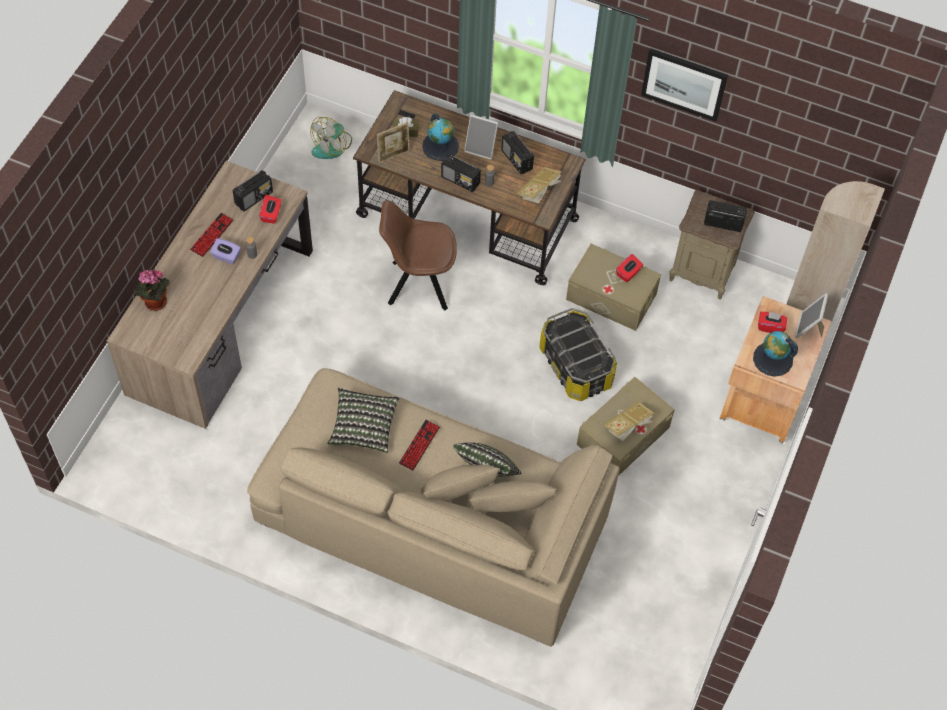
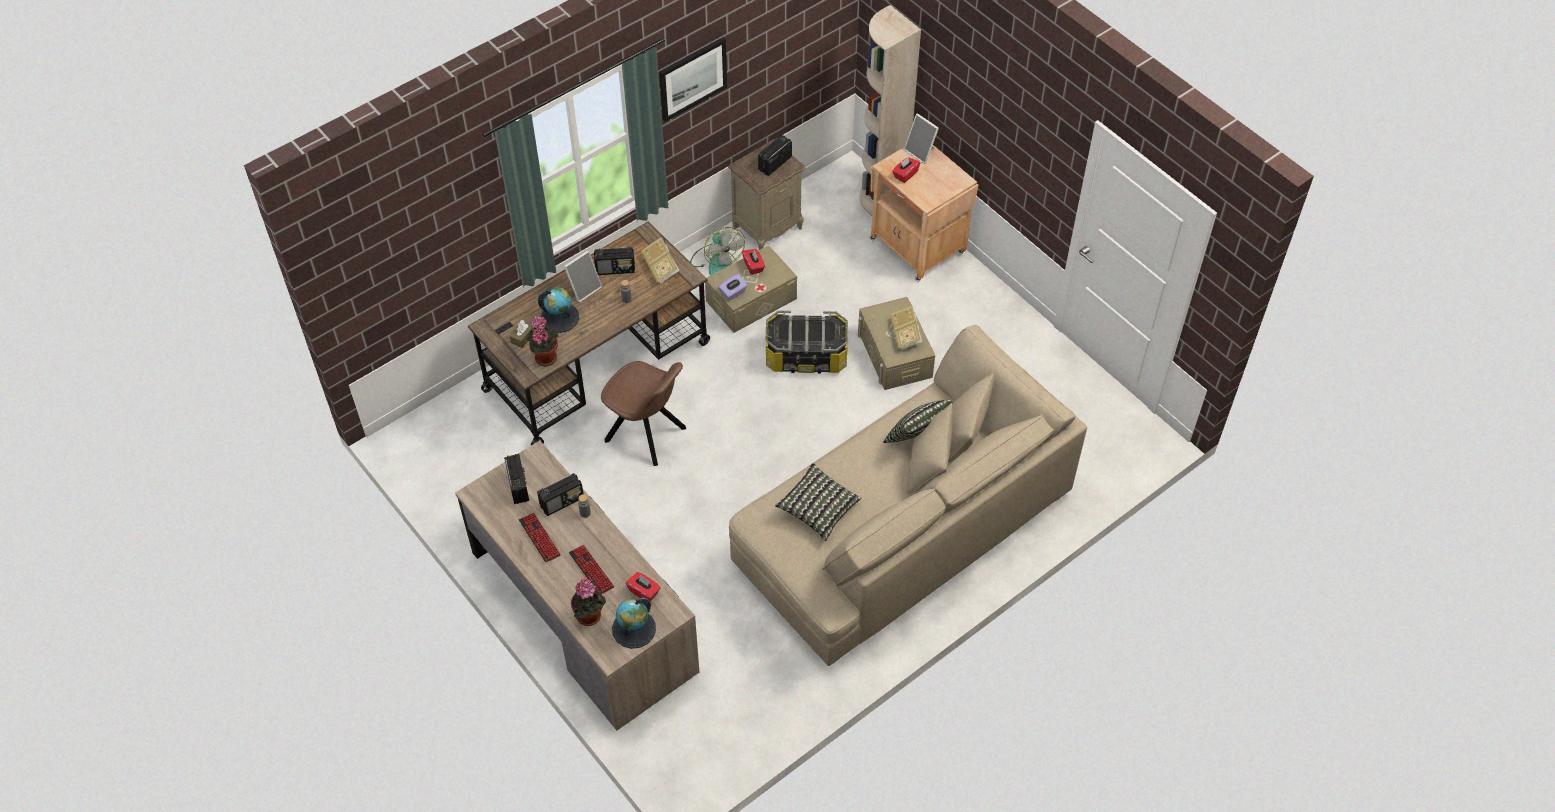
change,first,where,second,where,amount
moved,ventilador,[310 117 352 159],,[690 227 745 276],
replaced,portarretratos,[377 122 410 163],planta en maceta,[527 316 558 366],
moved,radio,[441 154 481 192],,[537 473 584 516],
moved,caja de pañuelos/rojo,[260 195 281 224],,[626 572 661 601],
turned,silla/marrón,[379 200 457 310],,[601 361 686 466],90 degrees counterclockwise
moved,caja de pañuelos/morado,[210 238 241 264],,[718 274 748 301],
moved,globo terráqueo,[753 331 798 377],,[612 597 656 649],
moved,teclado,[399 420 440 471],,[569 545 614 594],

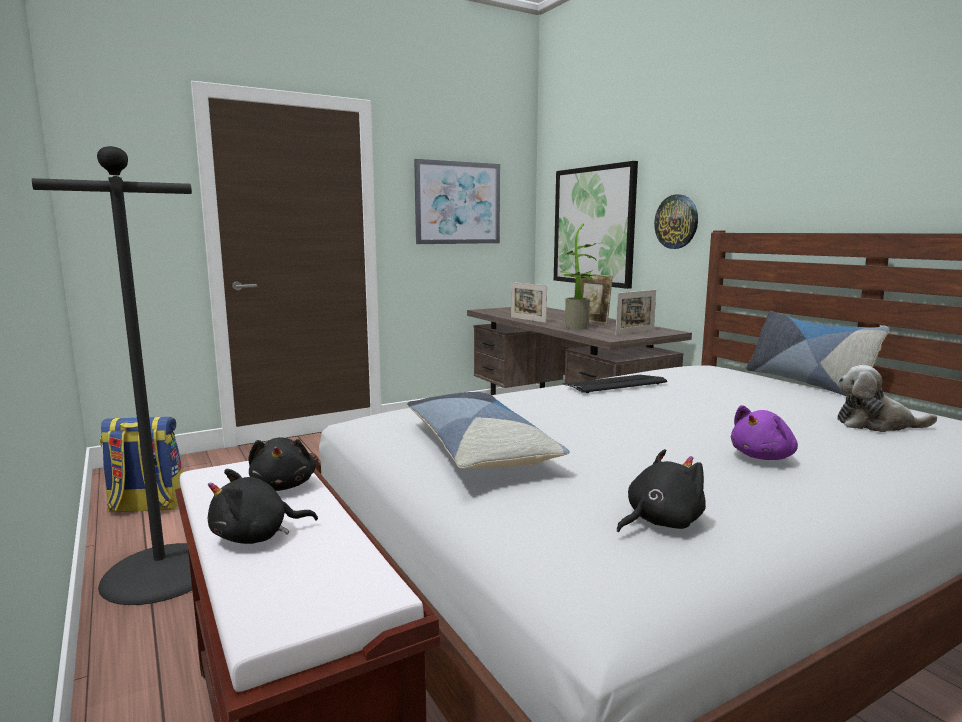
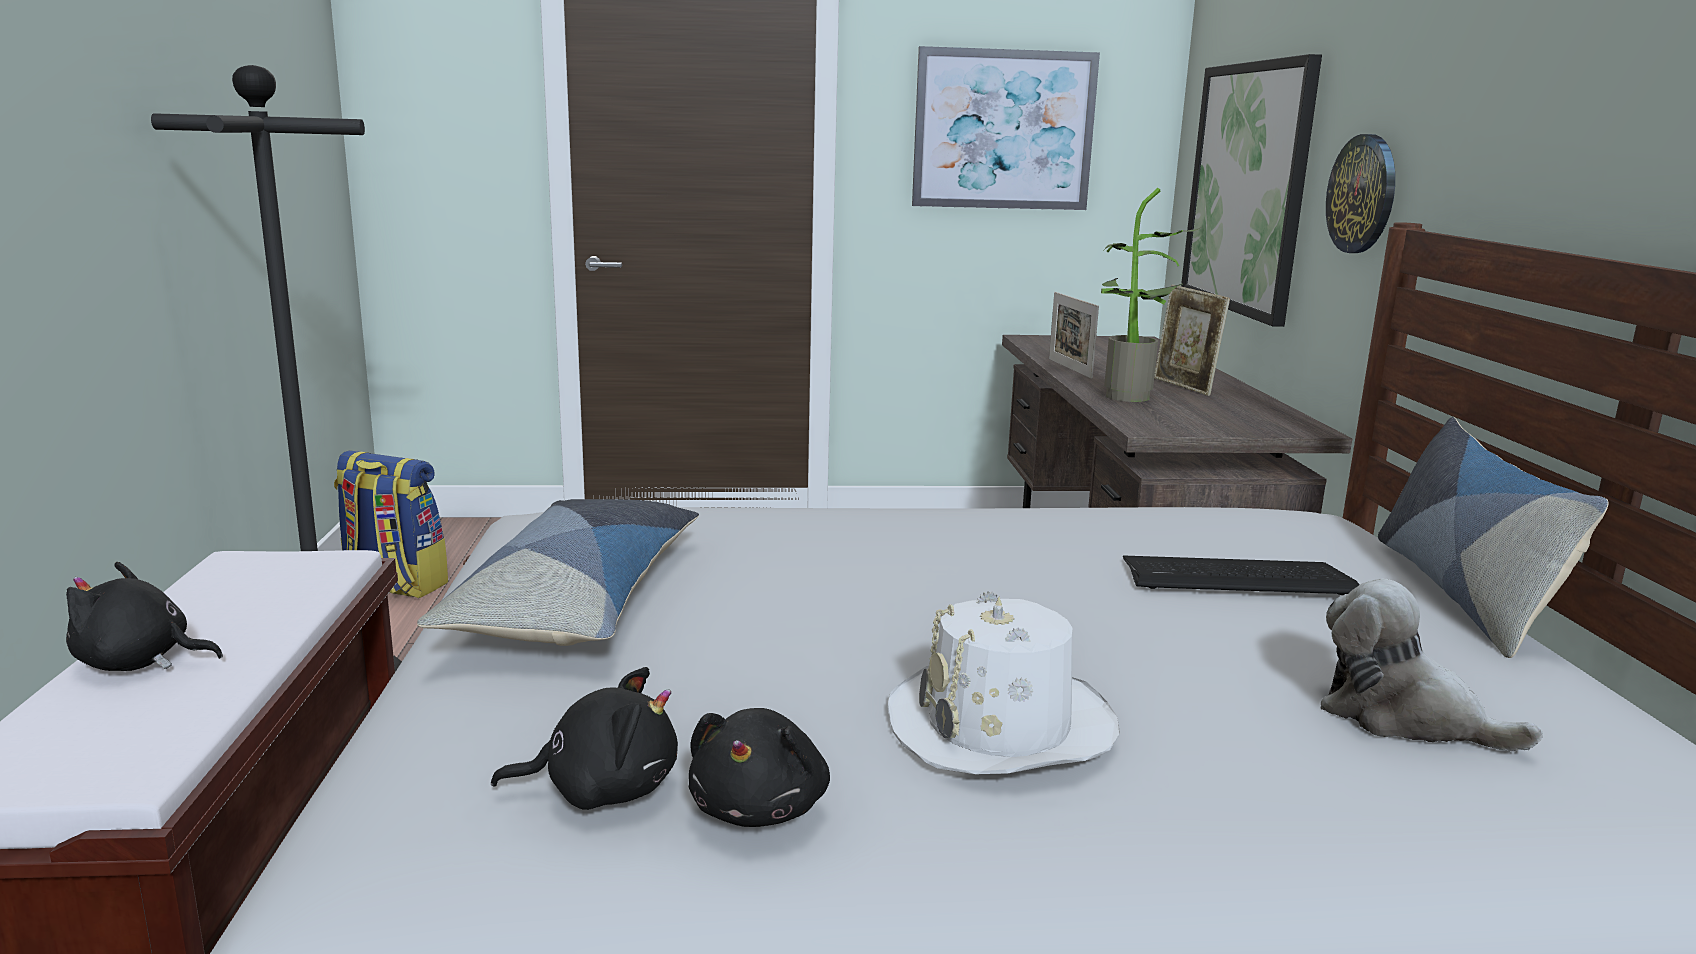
change,first,where,second,where,amount
removed,portarretratos,[615 290 656 335],,,
moved,teclado,[562 375 667 393],,[1123 556 1360 595],
replaced,peluche/morado,[731 405 798 460],sombrero/blanco,[888 591 1120 775],
moved,peluche/negro,[249 437 316 491],,[688 708 830 827],

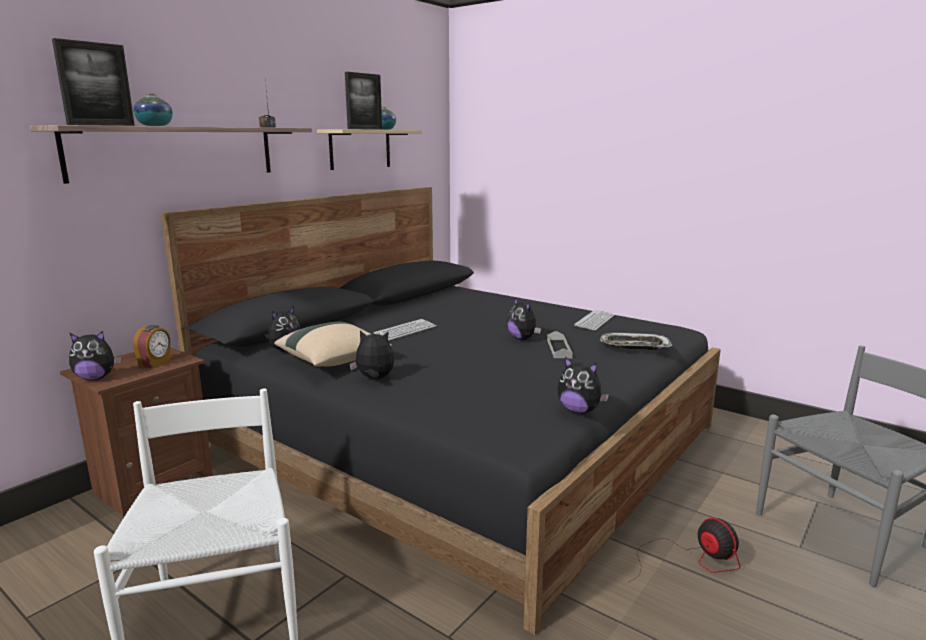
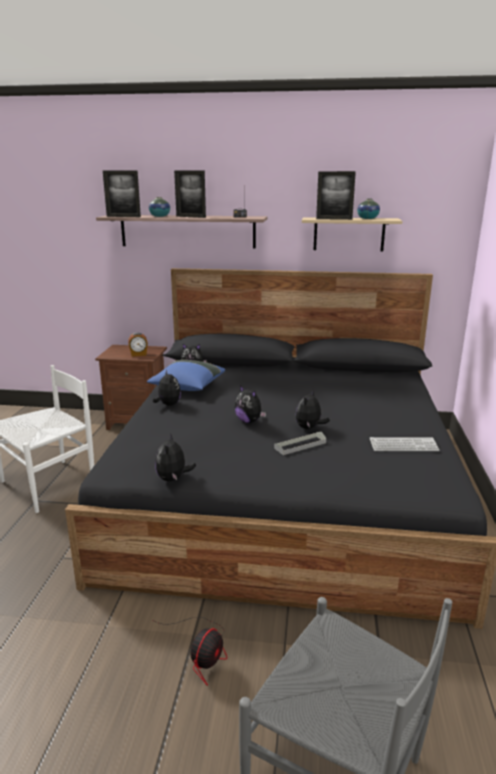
change,first,where,second,where,amount
removed,teclado,[374 319 436 341],,,
recoloured,cojín/beis,[274 322 392 367],cojín/azul,[147 360 225 391],
moved,peluche,[69 331 121 380],,[235 385 266 423],
removed,bandeja,[600 332 672 350],,,
added,,,portarretratos,[174 171 206 218],

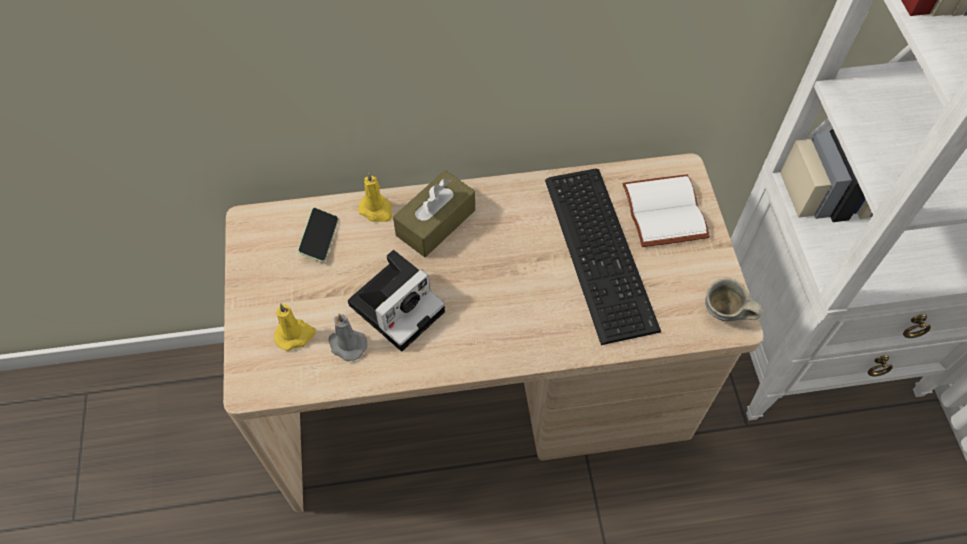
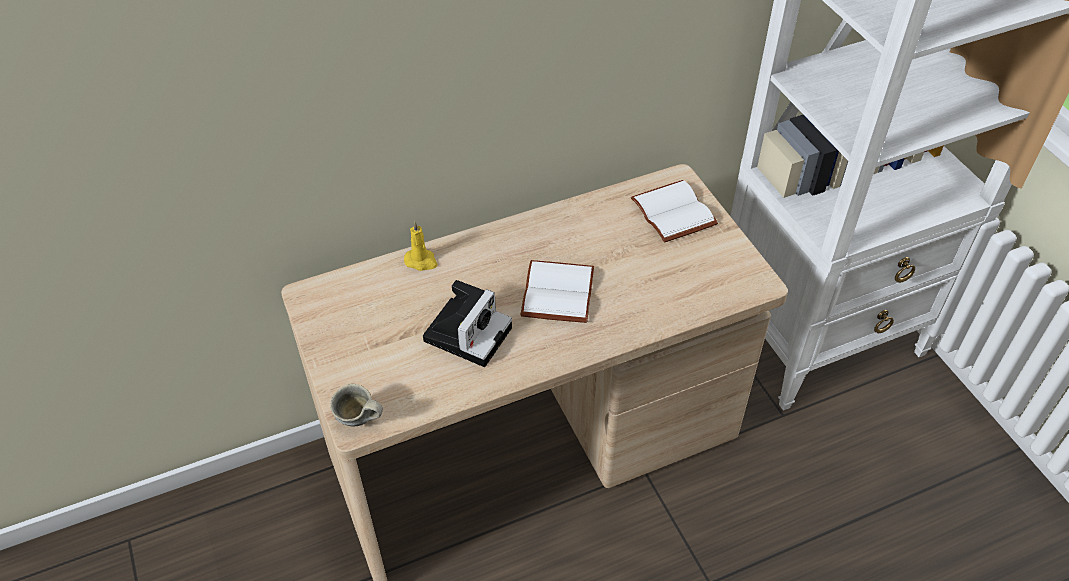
change,first,where,second,where,amount
removed,teclado,[545 168 661 345],,,
removed,caja de pañuelos/marrón,[393 170 475 257],,,
removed,móvil,[297 208 339 262],,,
moved,taza grande/gris,[705 278 763 321],,[330 384 383 427],
removed,vela/amarillo,[274 303 316 351],,,
removed,vela/gris,[329 314 367 362],,,
added,,,libro/blanco,[520 260 594 323],

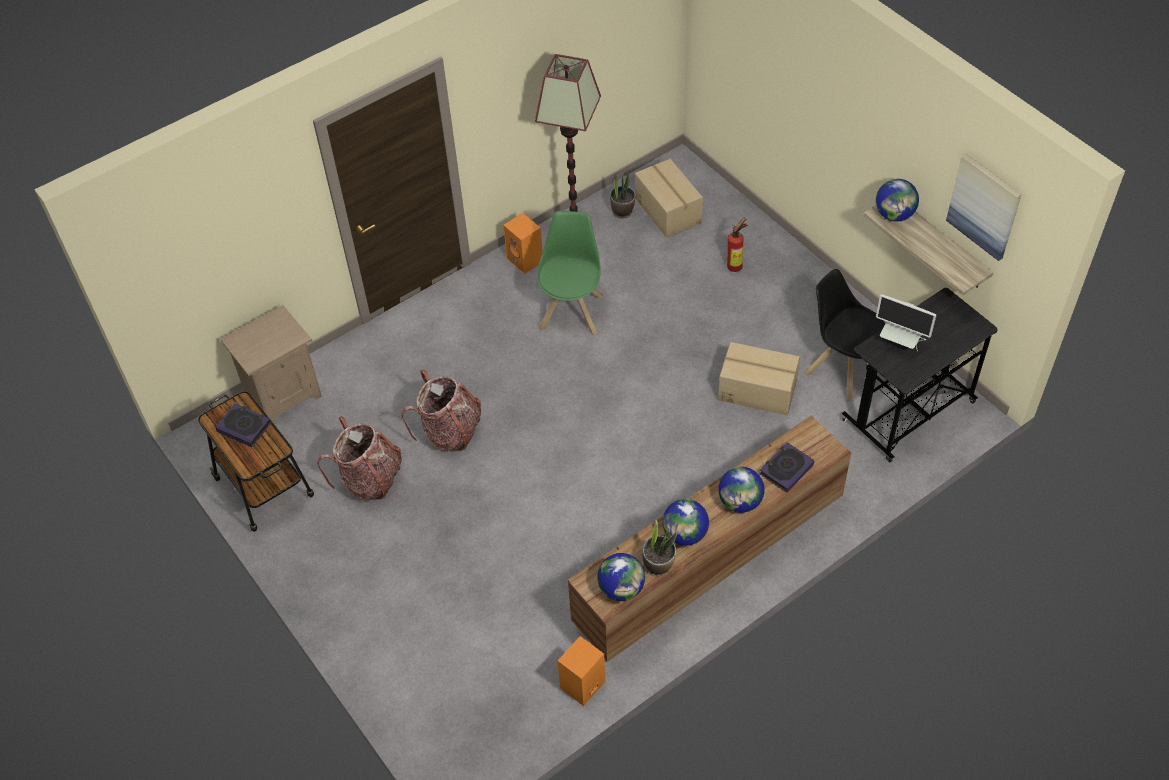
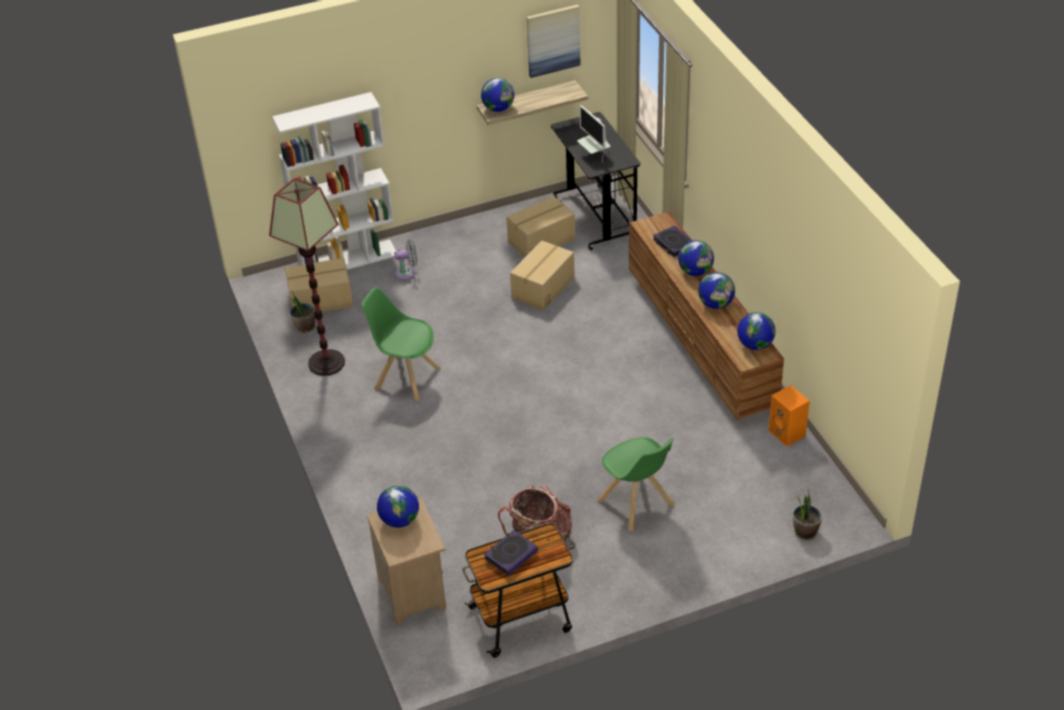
change,first,where,second,where,amount
removed,altavoz/naranja,[503 213 543 274],,,
replaced,extintor,[727 217 748 272],ventilador/gris,[394 239 417 280],
replaced,silla/negro,[805 269 885 401],caja de cartón,[506 196 575 257],
turned,monitor,[876 294 936 351],,[577 105 610 163],105 degrees clockwise
removed,mochila,[402 369 481 451],,,
moved,planta en maceta,[642 520 677 576],,[793 488 822 540],
added,,,estantería/blanco,[272 92 396 270],
added,,,silla/verde,[597 437 674 531],
added,,,globo terráqueo,[377 485 419 528],

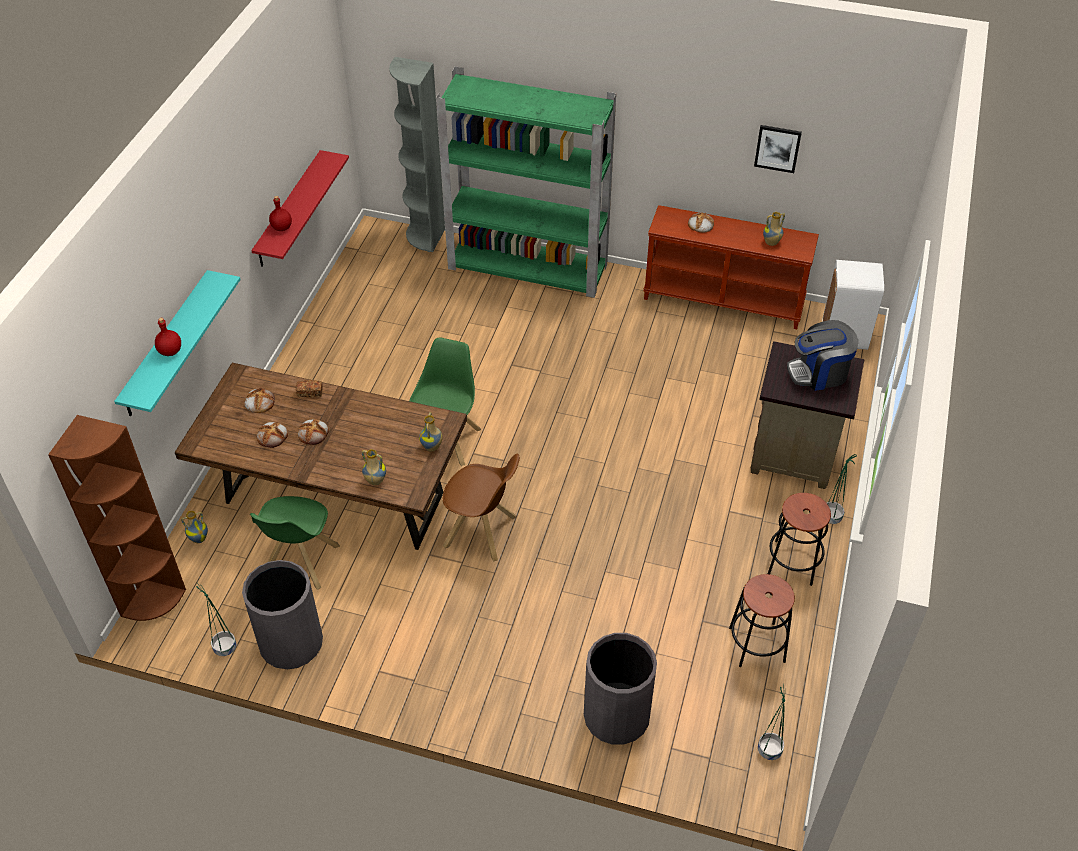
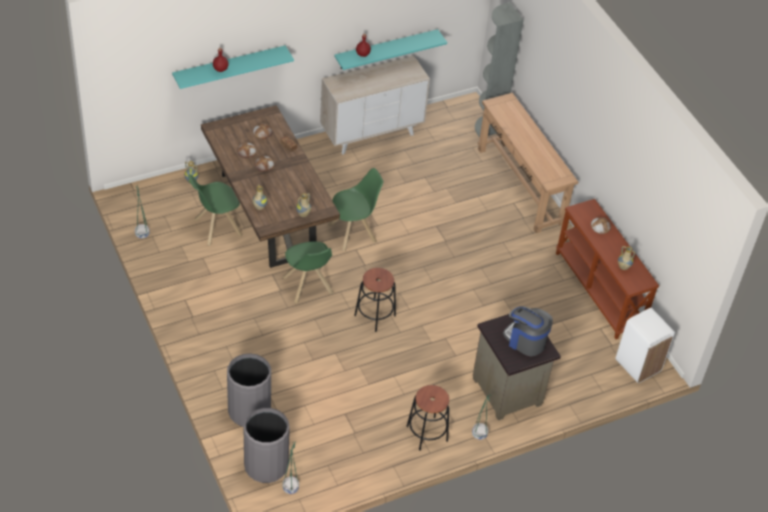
change,first,where,second,where,amount
replaced,estantería/verde,[436 66 616 298],mesa consola/marrón,[478 93 578 233],
removed,cuadro,[754 125 802 173],,,
recoloured,estante/rojo,[251 150 349 267],estante/turquesa,[334 29 447 70],
removed,estantería/marrón,[48 415 186 621],,,
recoloured,silla/marrón,[443 454 520 562],silla/verde,[283 241 333 304],
moved,papelera/gris,[242 560 323 669],,[243 408 290 483],
moved,taburete/negro,[729 574 795 667],,[354 268 396 332],
added,,,cómoda/blanco,[320 56 430 155],

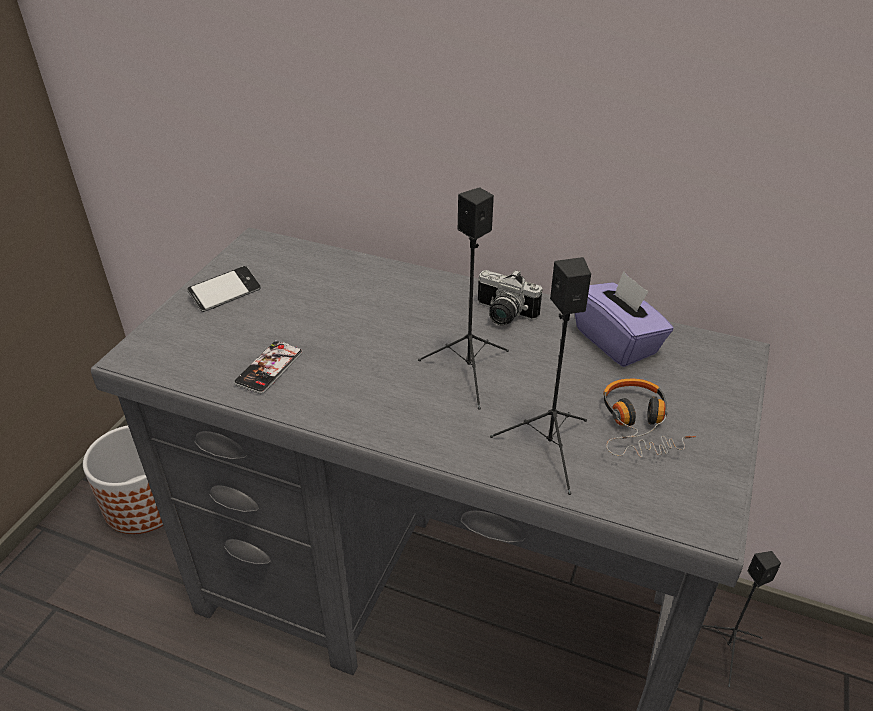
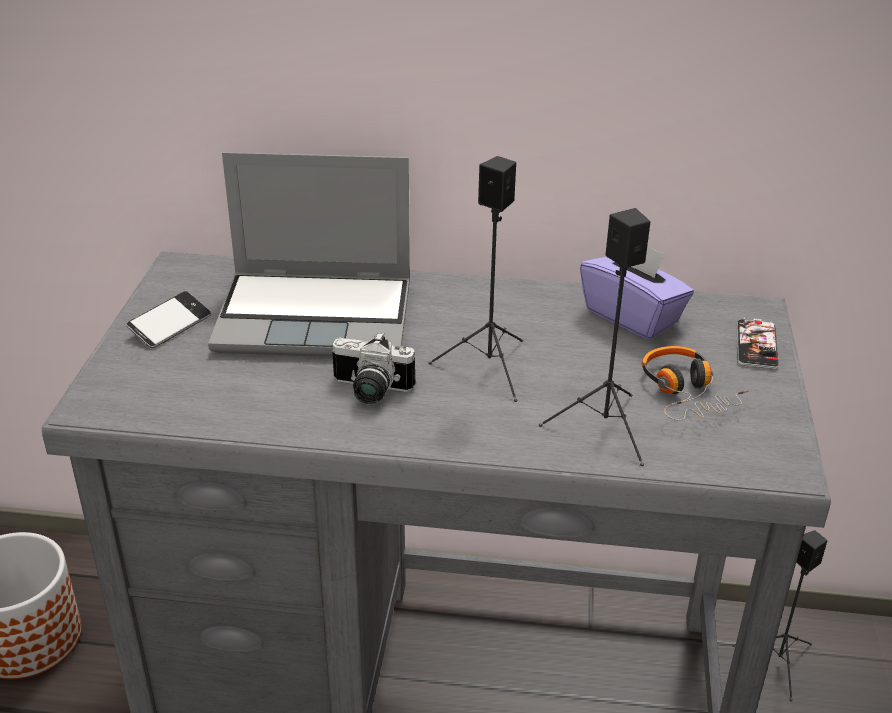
change,first,where,second,where,amount
moved,cámara,[478 269 542 325],,[332 332 415 404],
moved,móvil,[234 340 303 394],,[737 317 779 370],
added,,,portátil,[208 152 410 357],

